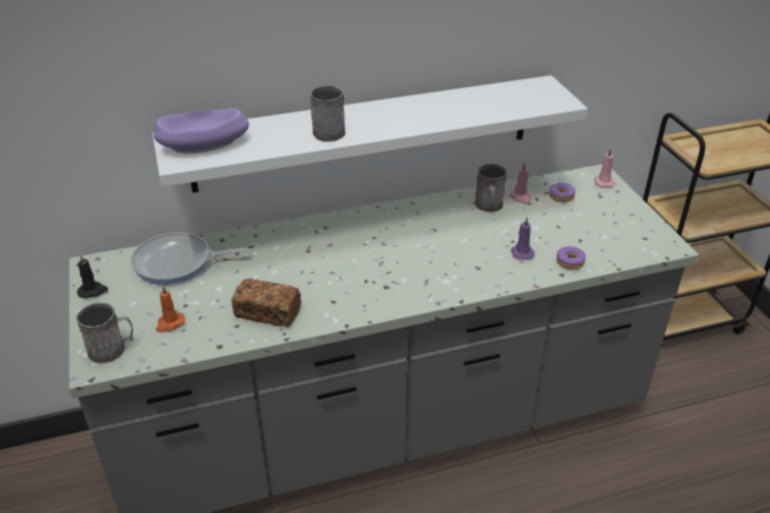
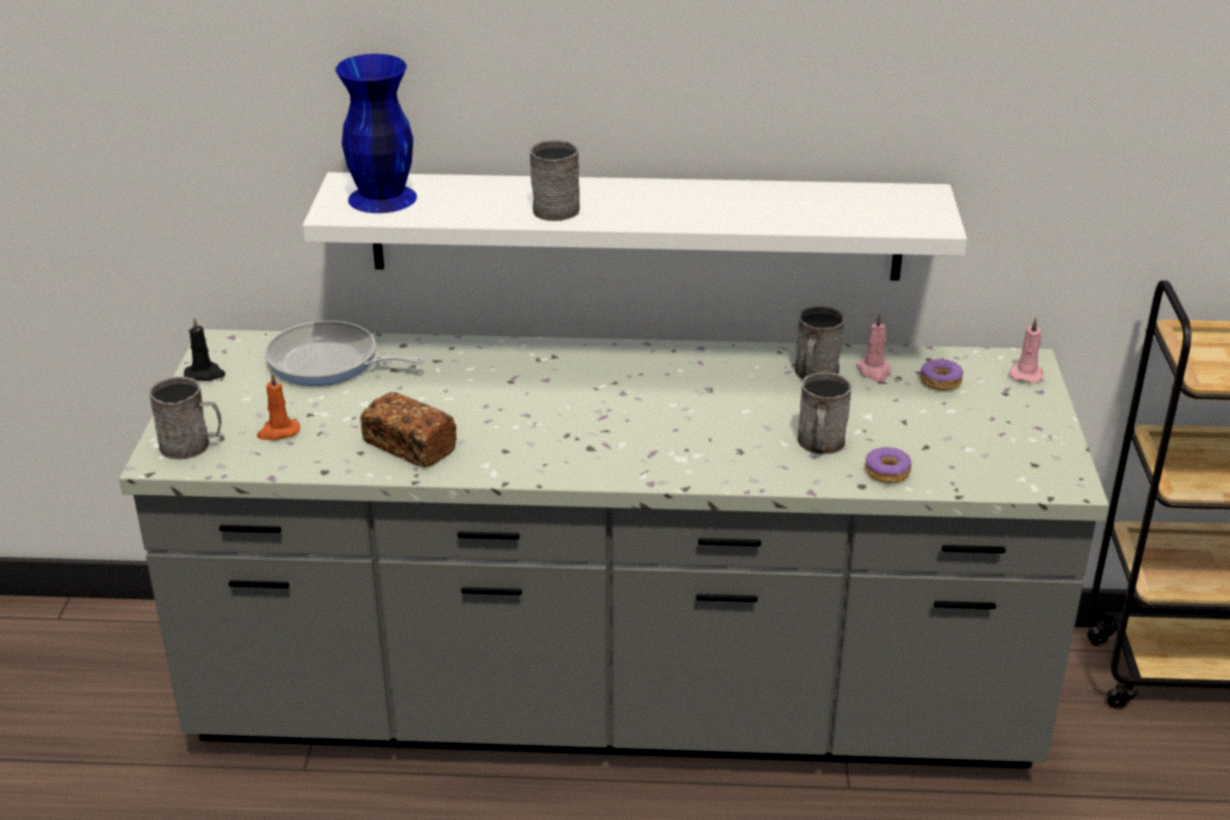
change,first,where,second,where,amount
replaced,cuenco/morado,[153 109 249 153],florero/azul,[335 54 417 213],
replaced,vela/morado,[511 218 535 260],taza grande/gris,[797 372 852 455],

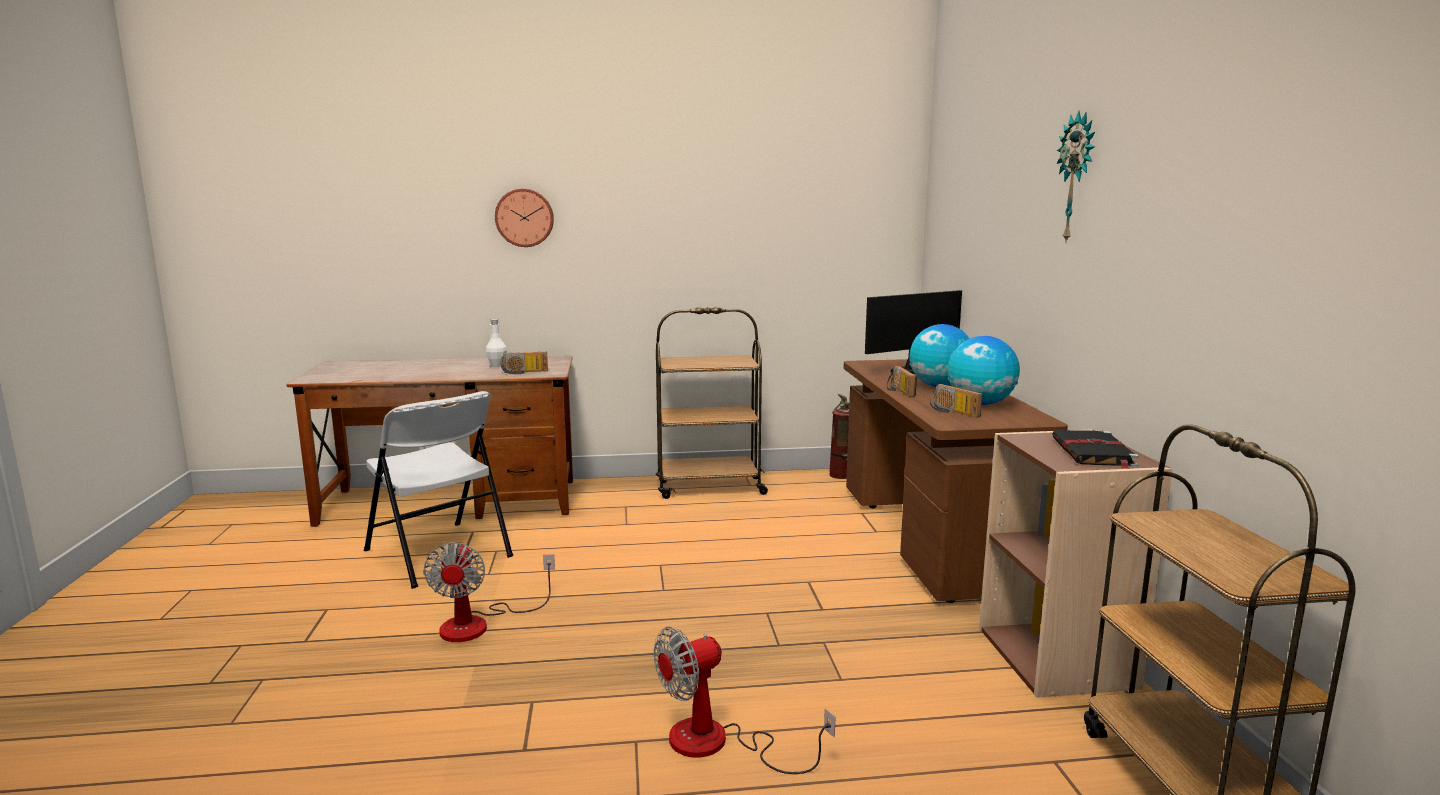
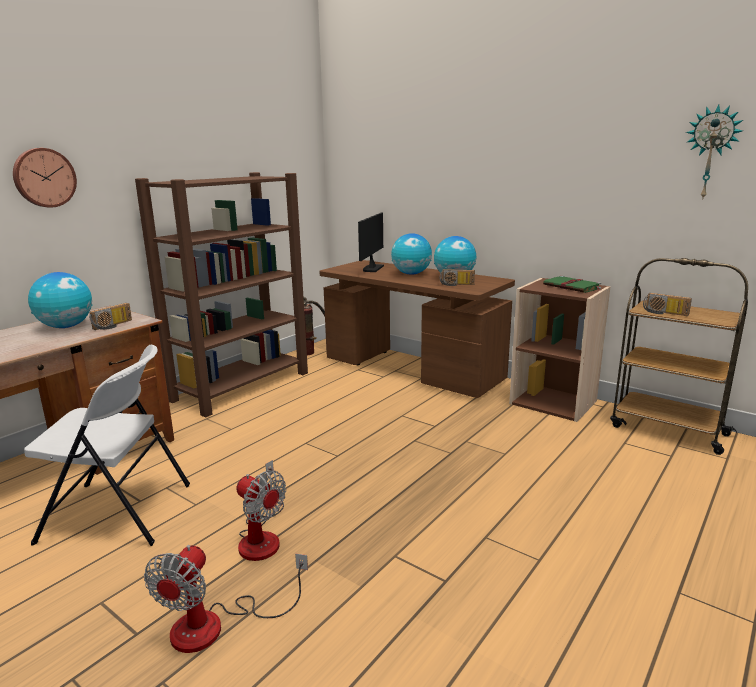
change,first,where,second,where,amount
moved,reloj de pared,[1057 111 1095 244],,[686 104 743 200],
replaced,carrito/marrón,[656 307 768 499],estantería/marrón,[135 172 308 417],
replaced,botella/blanco,[486 319 507 367],globo terráqueo,[28 272 93 328],
moved,radio,[887 366 917 397],,[643 293 692 316],
recoloured,libro/negro,[1052 430 1139 469],libro/verde,[543 276 601 293],
moved,ventilador,[654 626 836 774],,[144 545 308 653],

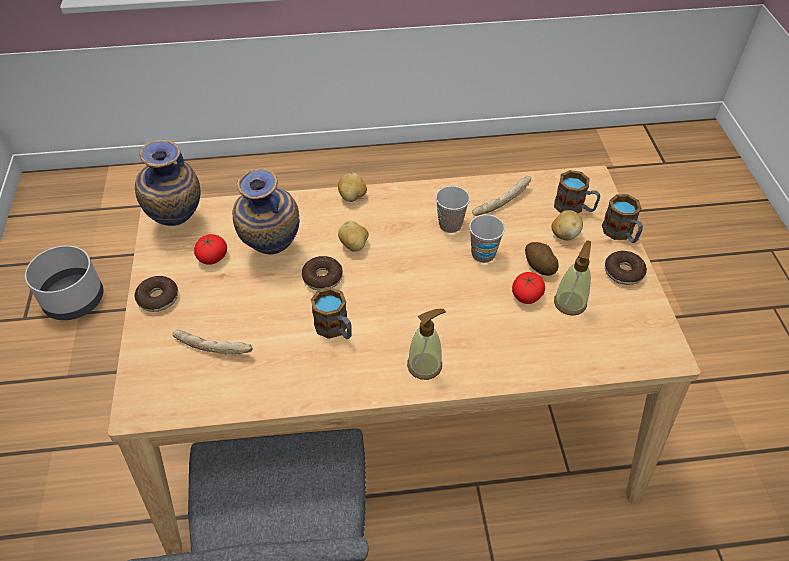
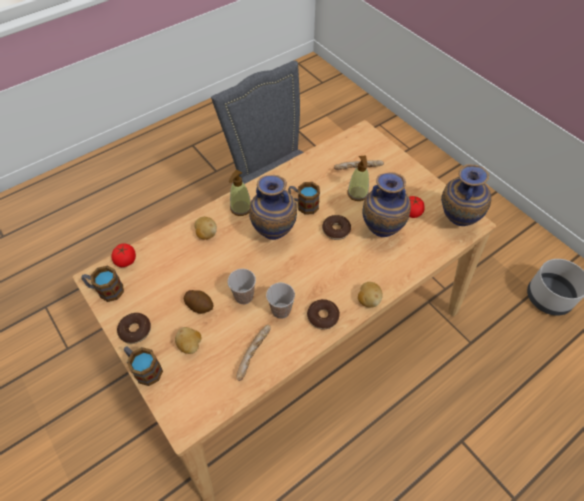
change,first,where,second,where,amount
moved,taza grande,[554 170 600 213],,[81 266 124 302],
moved,patata,[338 221 369 252],,[194 217 217 239],
moved,dispensador de jabón,[554 240 591 316],,[347 155 369 201],
moved,tomate,[512 272 545 304],,[111 243 136 267],
moved,rosquilla,[135 276 178 312],,[307 299 340 330],
added,,,florero,[249 175 297 240],

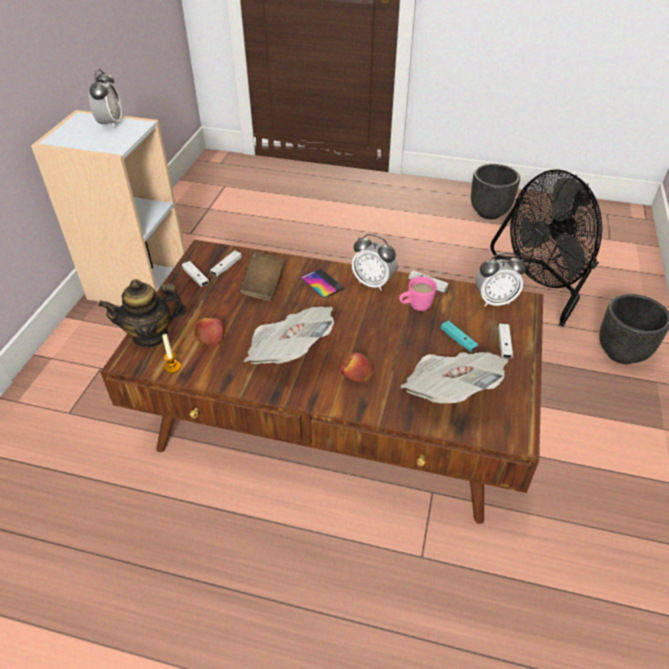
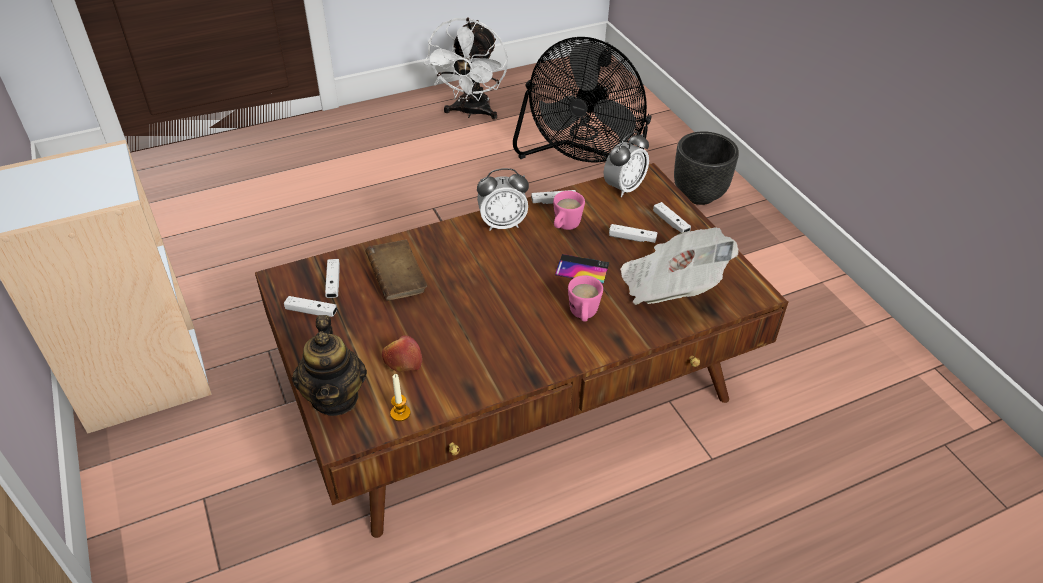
change,first,where,second,where,amount
removed,despertador,[89 69 122 129],,,
replaced,maceta/negro,[471 164 520 219],ventilador/blanco,[424 18 508 120],
moved,móvil,[300 268 345 298],,[555 254 609 284],
turned,tetera,[98 279 187 348],,[292 315 367 416],45 degrees counterclockwise
removed,periódico,[244 307 334 364],,,
recoloured,mando de consola/turquesa,[441 320 478 352],mando de consola/blanco,[609 224 657 243],
replaced,manzana,[340 353 374 382],taza grande/rosa,[568 275 603 321],

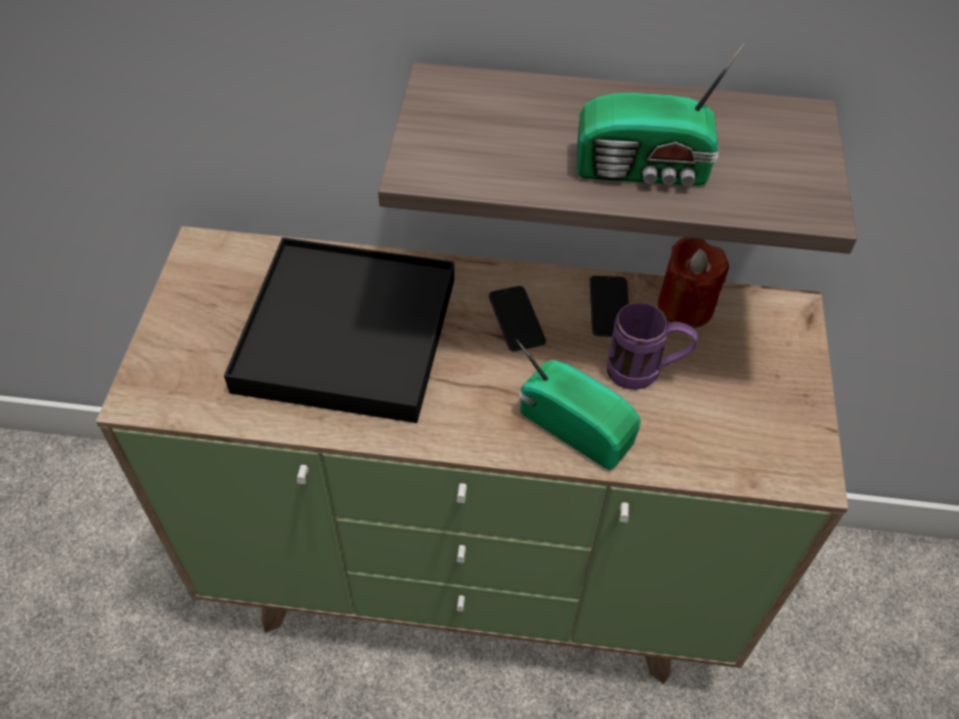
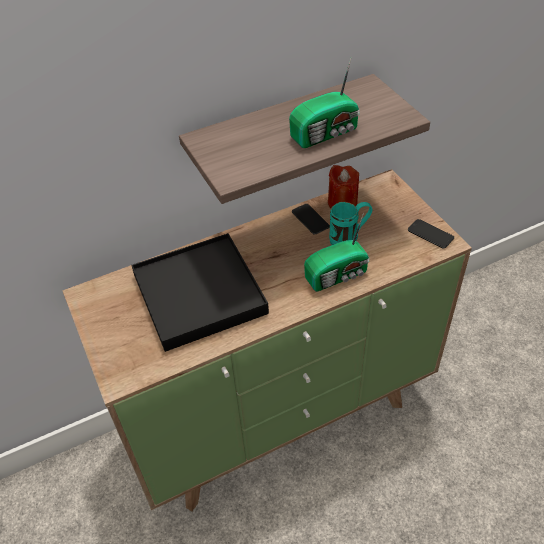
change,first,where,second,where,amount
moved,móvil,[489 286 546 352],,[408 219 454 249],
recoloured,taza grande/morado,[607 302 698 390],taza grande/turquesa,[329 202 373 245],
turned,radio,[516 339 641 470],,[304 212 370 292],150 degrees clockwise

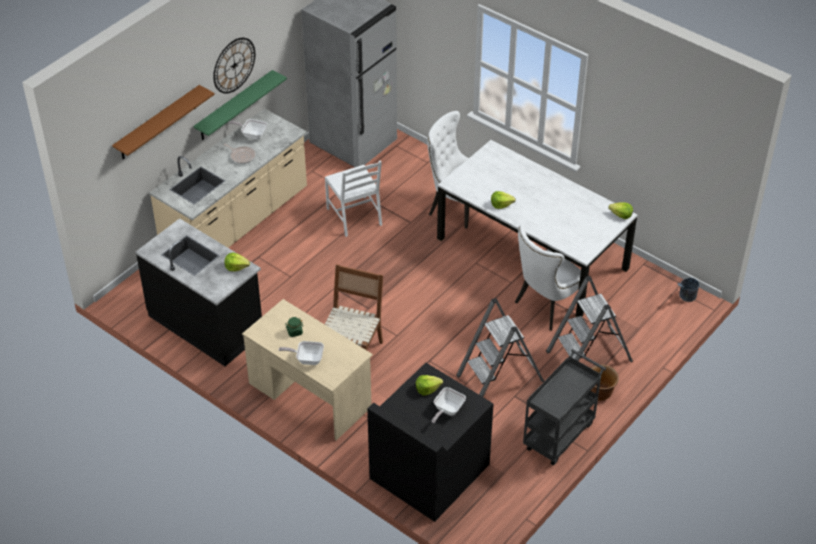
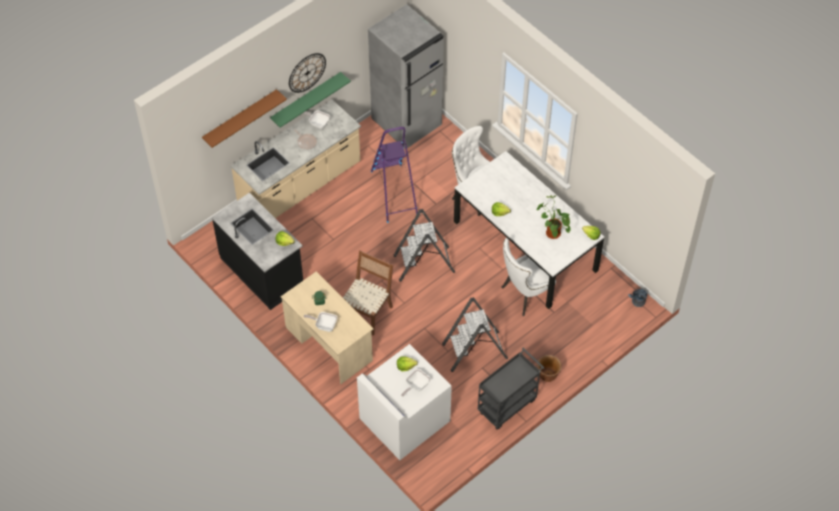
change,first,where,second,where,amount
replaced,silla/blanco,[325 160 382 237],escalera de tijera/morado,[371 127 418 223],
moved,escalera de tijera/gris,[546 276 633 362],,[393 209 455 282],
recoloured,lavadora/negro,[367 363 493 522],lavadora/blanco,[357 344 452 460],
added,,,planta en maceta,[537 195 571 239],

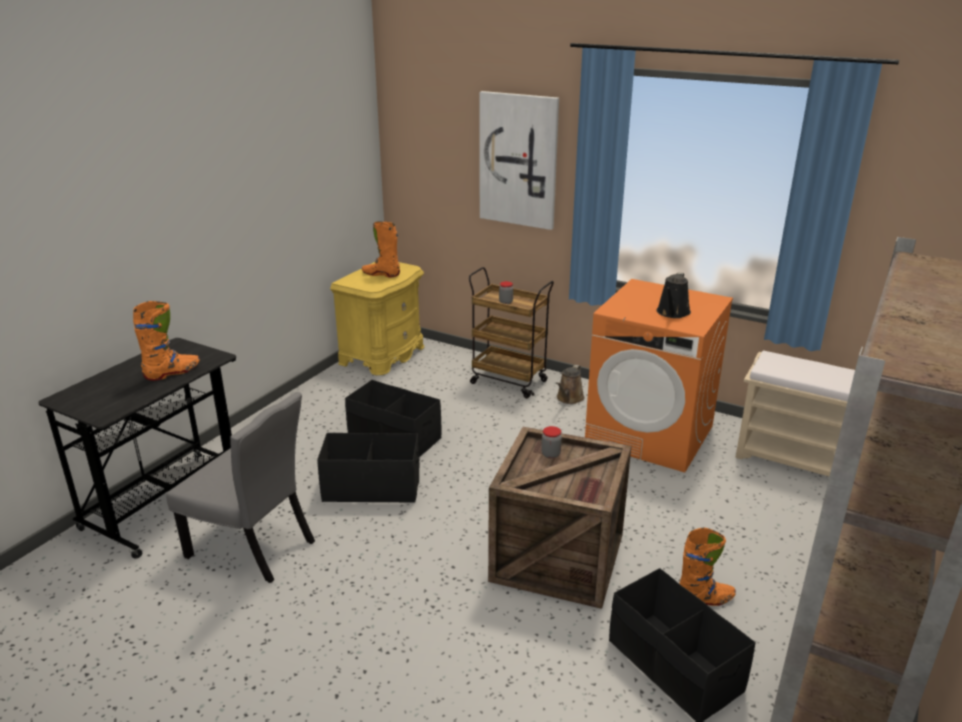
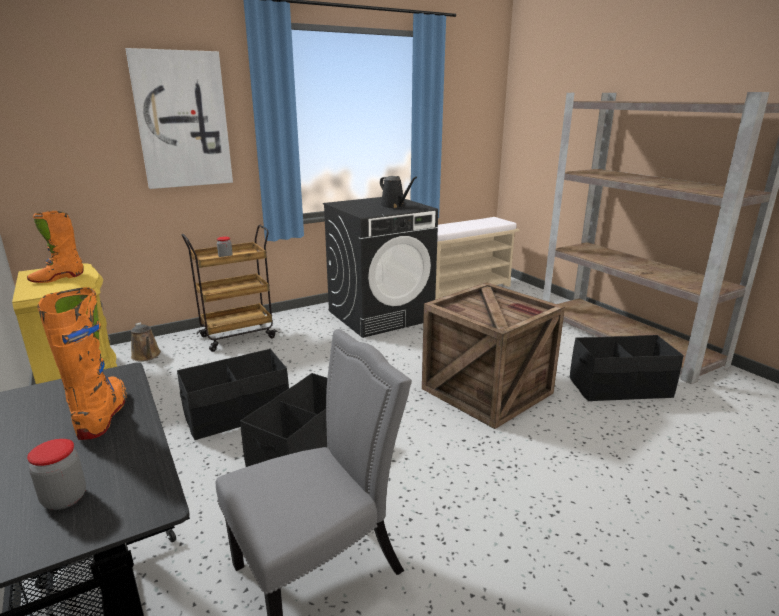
change,first,where,second,where,amount
recoloured,lavadora/naranja,[585 279 733 472],lavadora/negro,[323 197 438 338],
moved,regadera/marrón,[556 365 585 404],,[131 323 161 361],
moved,tarro,[541 426 562 459],,[27 439 86 510],
removed,bota/naranja,[679 528 736 606],,,

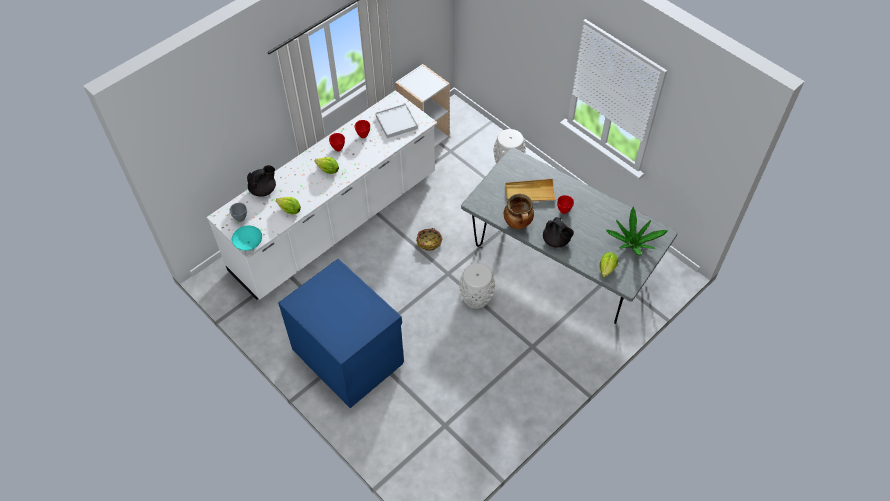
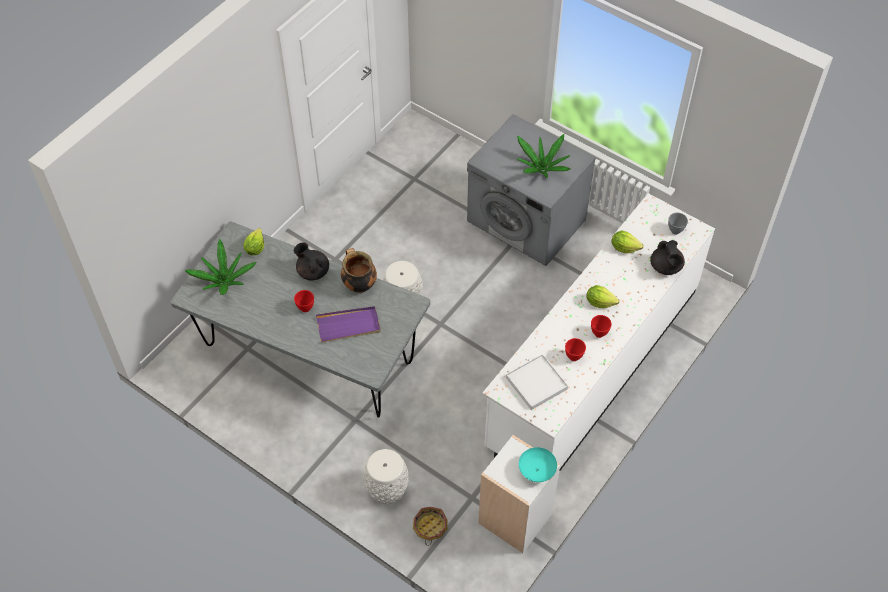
change,first,where,second,where,amount
turned,tetera/negro,[247 165 276 197],,[650 240 685 275],60 degrees counterclockwise
recoloured,bandeja/beis,[505 179 556 202],bandeja/morado,[316 306 380 342],
moved,cuenco/turquesa,[232 226 262 251],,[519 447 557 482],
moved,cesta,[416 228 443 251],,[413 507 448 546],
recoloured,lavadora/azul,[278 259 404 408],lavadora/gris,[467 114 595 266],
added,,,planta en maceta,[517 134 571 178],

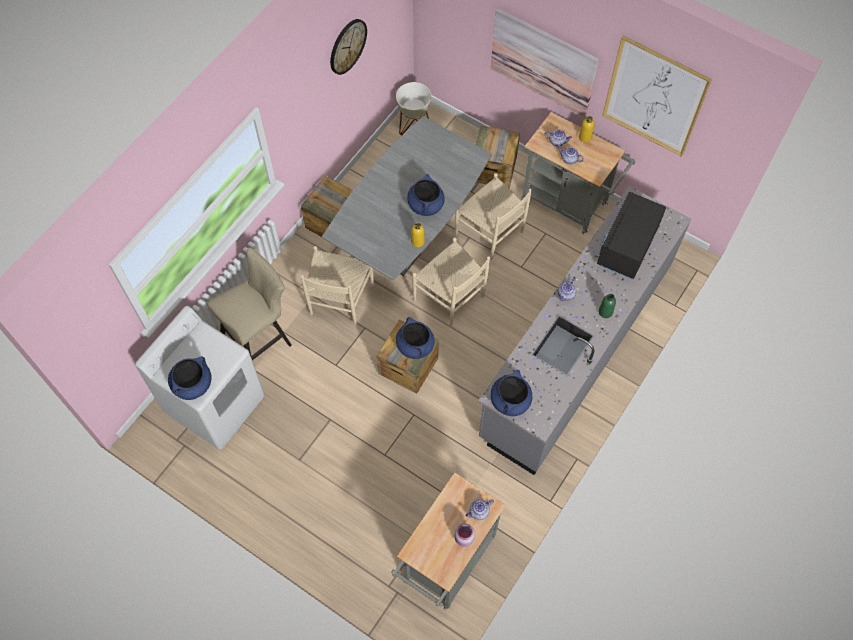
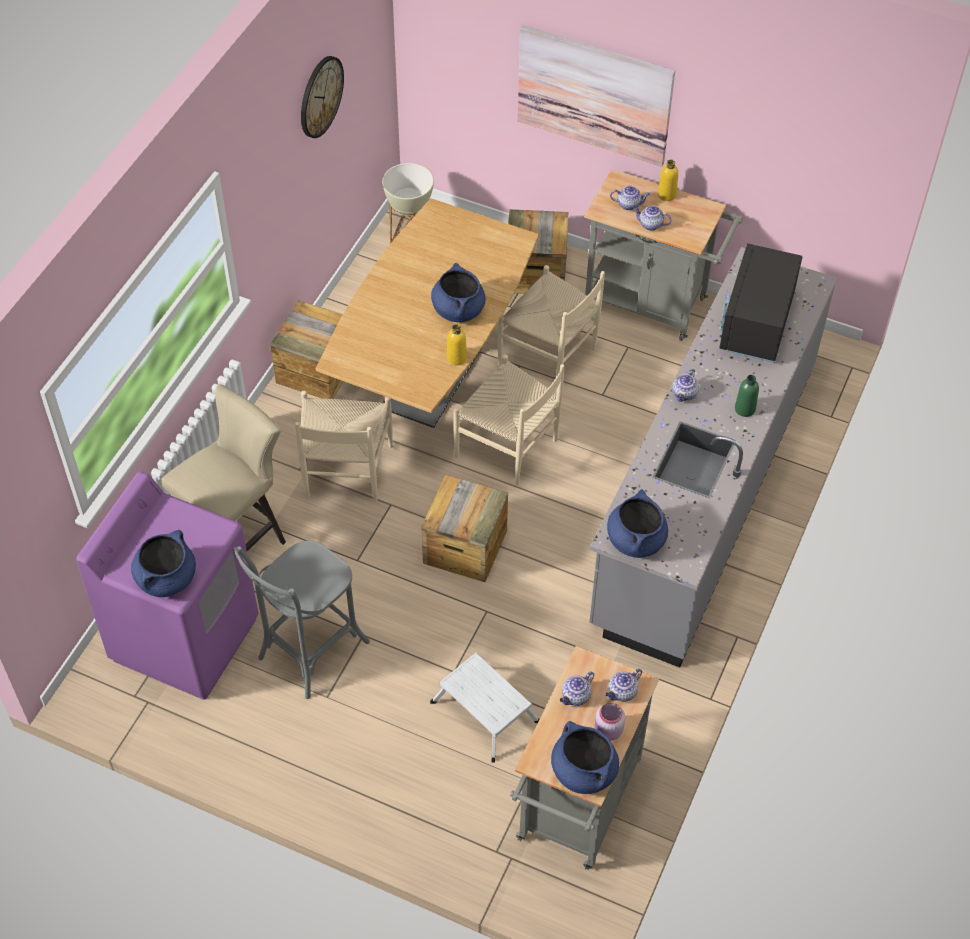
change,first,where,second,where,amount
removed,cuadro,[602 36 712 157],,,
recoloured,mesa de comedor/gris,[322 116 492 280],mesa de comedor/marrón,[316 198 539 428],
recoloured,lavadora/blanco,[135 306 265 449],lavadora/morado,[76 471 259 700],
moved,olla/azul,[396 317 435 359],,[551 721 619 794],
added,,,taburete/gris,[235 541 370 699],
added,,,escalera de tijera/blanco,[430 653 539 763],
added,,,tetera,[560 672 594 706],

